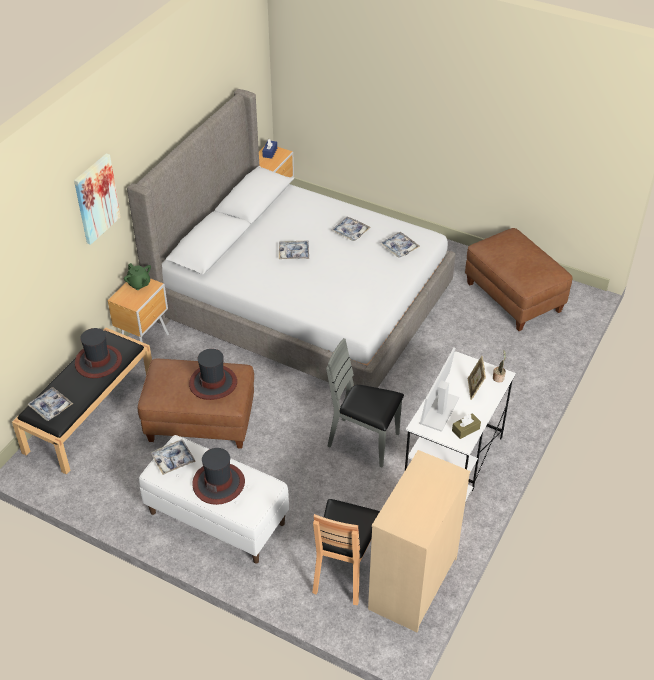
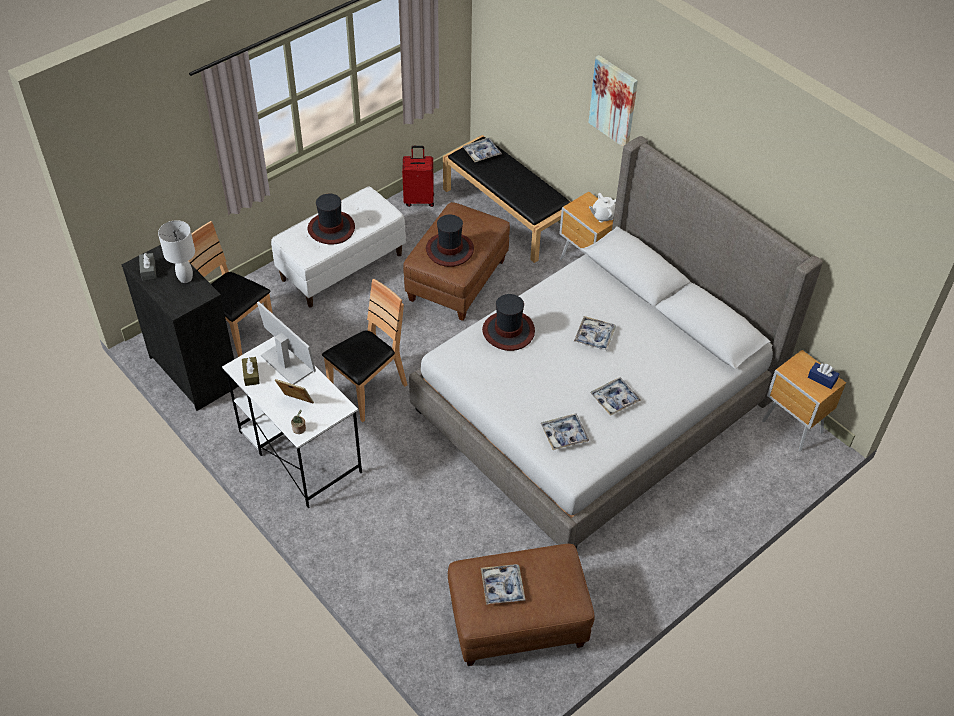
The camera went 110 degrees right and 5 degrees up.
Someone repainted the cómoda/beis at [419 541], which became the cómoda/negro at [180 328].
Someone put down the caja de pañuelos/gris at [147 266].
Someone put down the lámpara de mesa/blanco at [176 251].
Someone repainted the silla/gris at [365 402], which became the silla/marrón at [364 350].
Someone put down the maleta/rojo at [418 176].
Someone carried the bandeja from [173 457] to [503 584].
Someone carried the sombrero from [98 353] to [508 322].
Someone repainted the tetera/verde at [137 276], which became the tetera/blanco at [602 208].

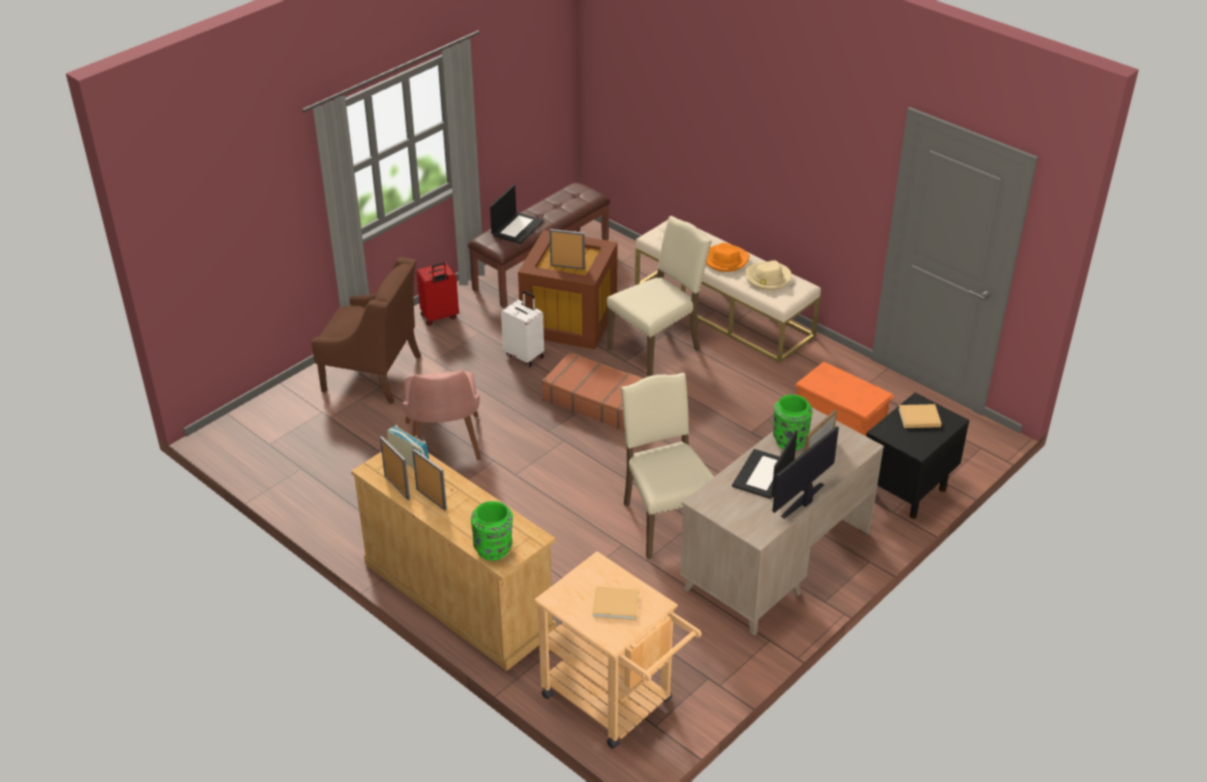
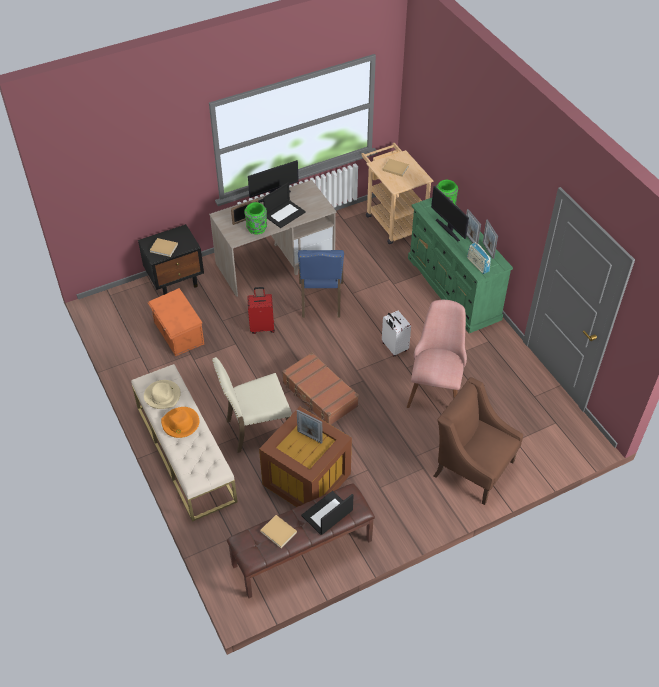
The camera went 160 degrees left and 10 degrees up.
Someone carried the maleta/rojo from [438 294] to [261 310].
Someone put down the libro/beis at [278 531].
Someone repainted the silla/beis at [667 466], which became the silla/azul at [321 284].
Someone carried the maleta/blanco from [522 329] to [396 333].
Someone repainted the cómoda/beis at [453 561], which became the cómoda/verde at [460 265].
Someone put down the monitor at [450 213].

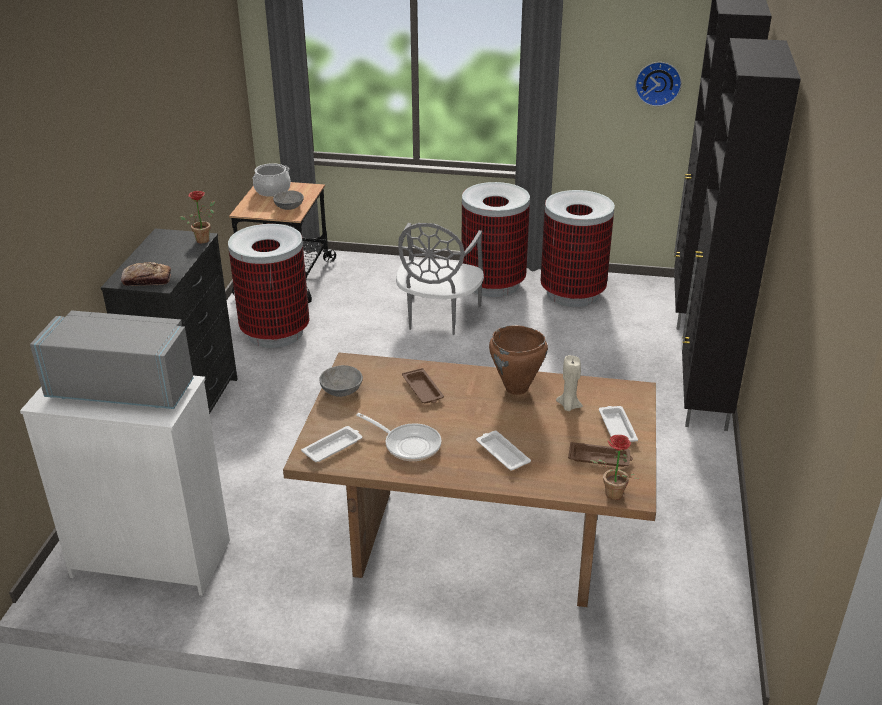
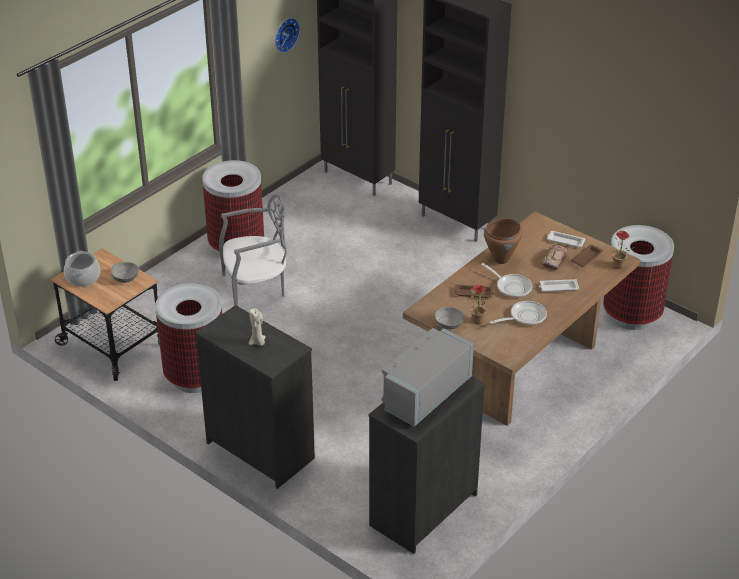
The camera went 60 degrees left and 5 degrees up.
Someone rotated the silla/gris at [440 279] by 60 degrees counterclockwise.
Someone carried the vela/beis from [569 383] to [257 327].
Someone repainted the cómoda/blanco at [125 486], which became the cómoda/negro at [426 465].
Someone carried the planta en maceta from [197 217] to [480 304].
Someone put down the sartén at [506 280].
Someone carried the pan from [146 274] to [555 257].
Someone carried the papelera from [578 248] to [638 277].
Someone took away the bandeja/blanco at [331 444].

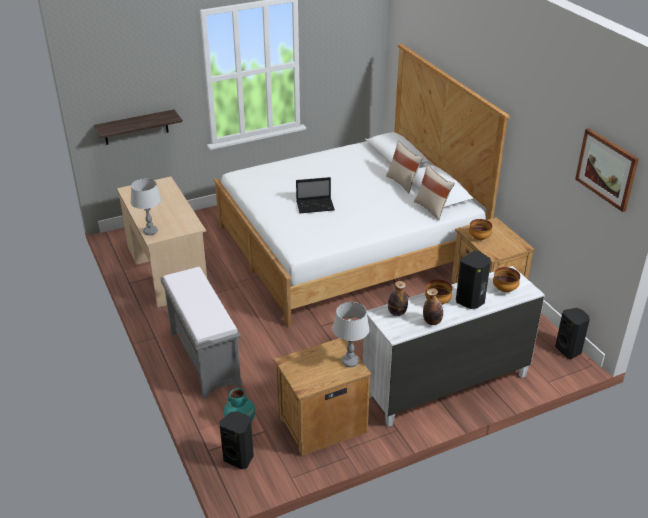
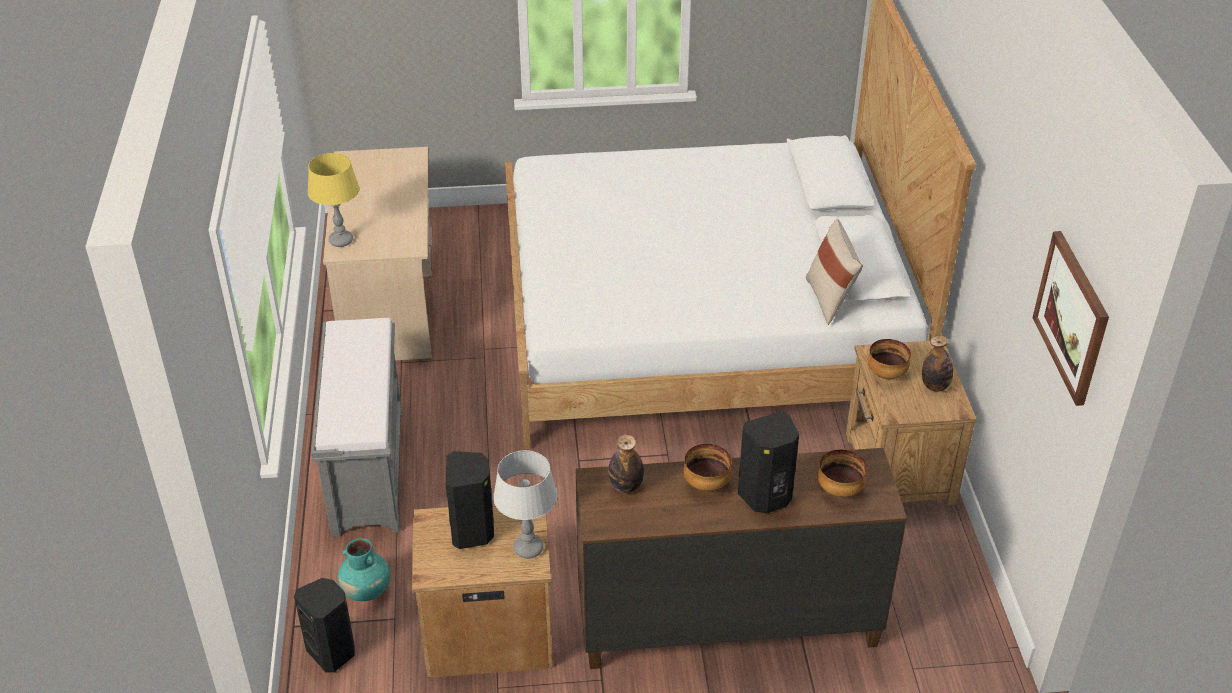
The camera went 20 degrees right and 5 degrees up.
Someone repainted the lámpara de mesa/gris at [146 206], which became the lámpara de mesa/amarillo at [334 200].
Someone carried the altavoz/negro from [572 333] to [470 500].
Someone repainted the cómoda/blanco at [454 346], which became the cómoda/marrón at [741 558].
Someone carried the botella from [433 306] to [937 363].
Someone took away the estante at [138 127].
Someone took away the portátil at [315 195].
Someone took away the cojín/beis at [404 167].

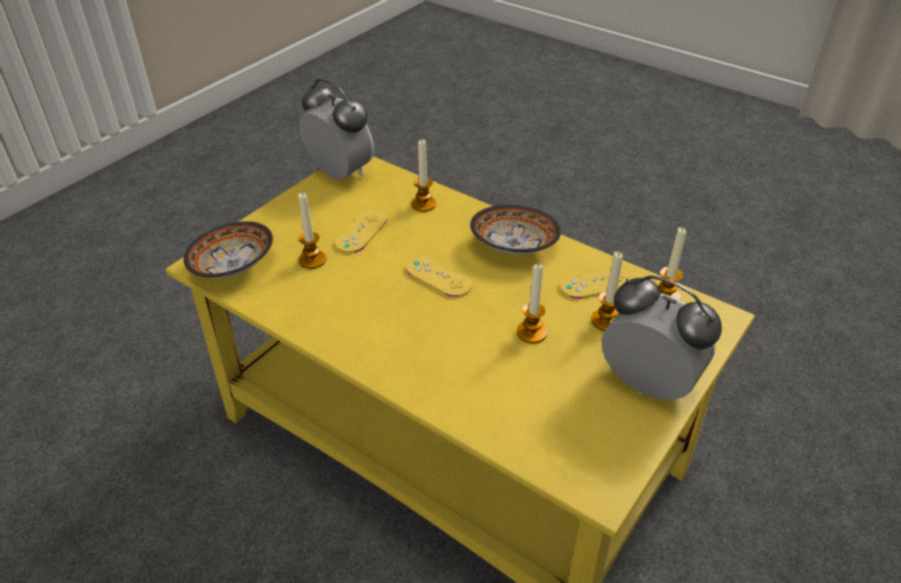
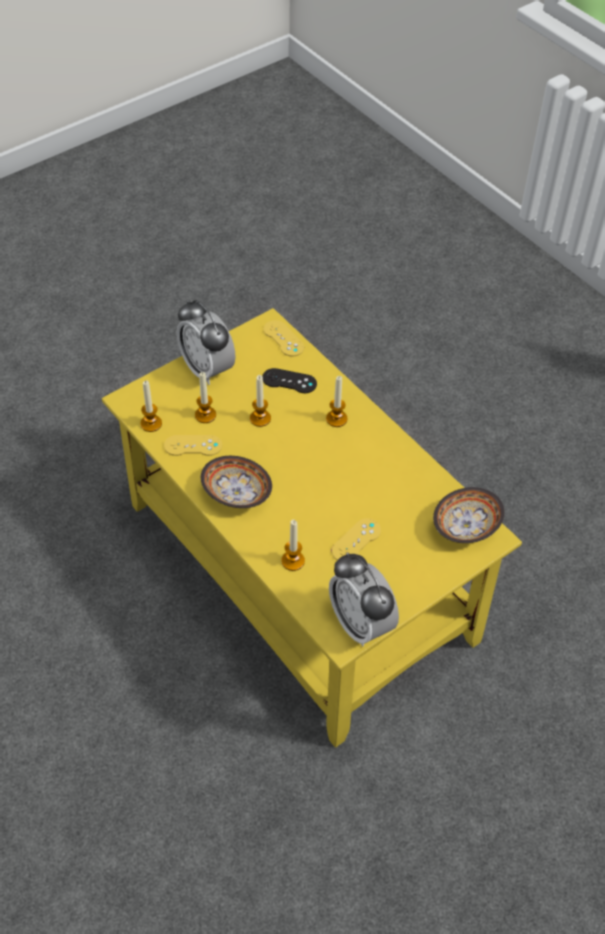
The camera went 165 degrees left and 10 degrees up.
Someone put down the mando de consola/negro at [289 380].
Someone carried the mando de consola/amarillo from [439 276] to [283 338].
Someone carried the vela from [312 230] to [336 401].

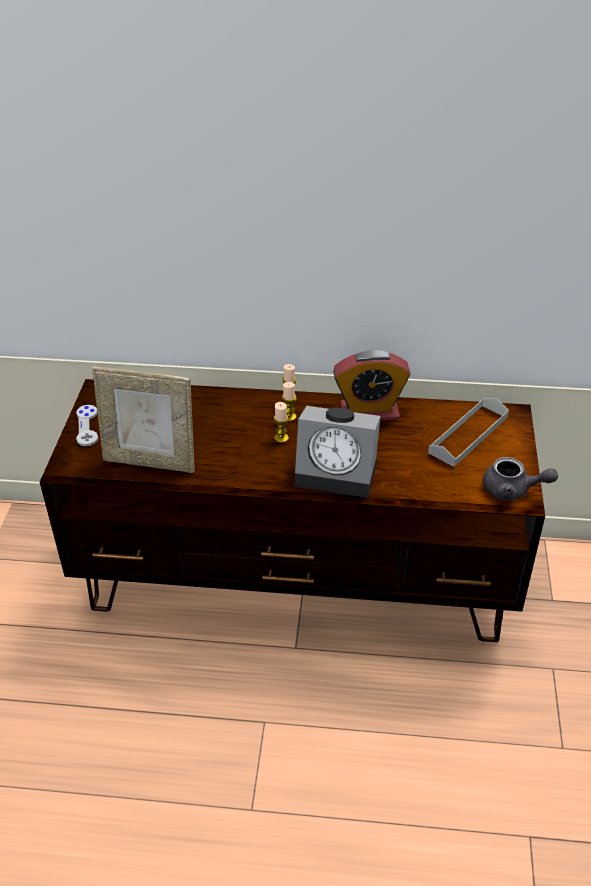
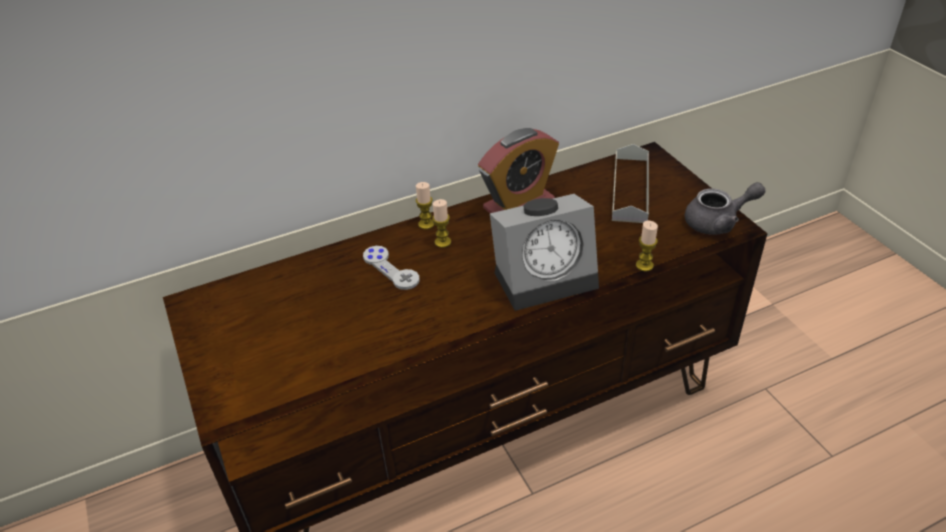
The camera went 30 degrees left and 0 degrees up.
Someone carried the mando de consola/gris from [87 425] to [391 268].
Someone carried the vela from [281 422] to [647 246].
Someone took away the portarretratos at [143 419].

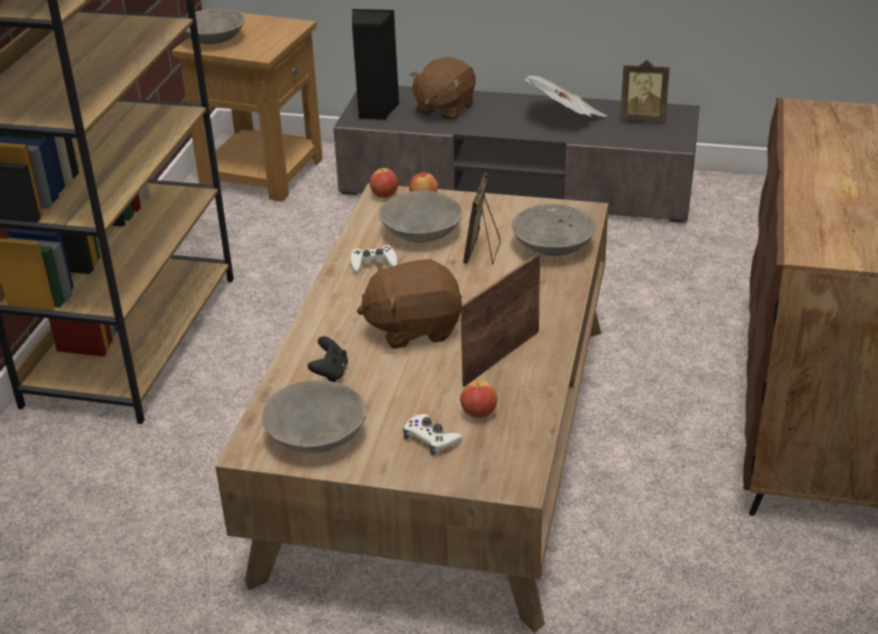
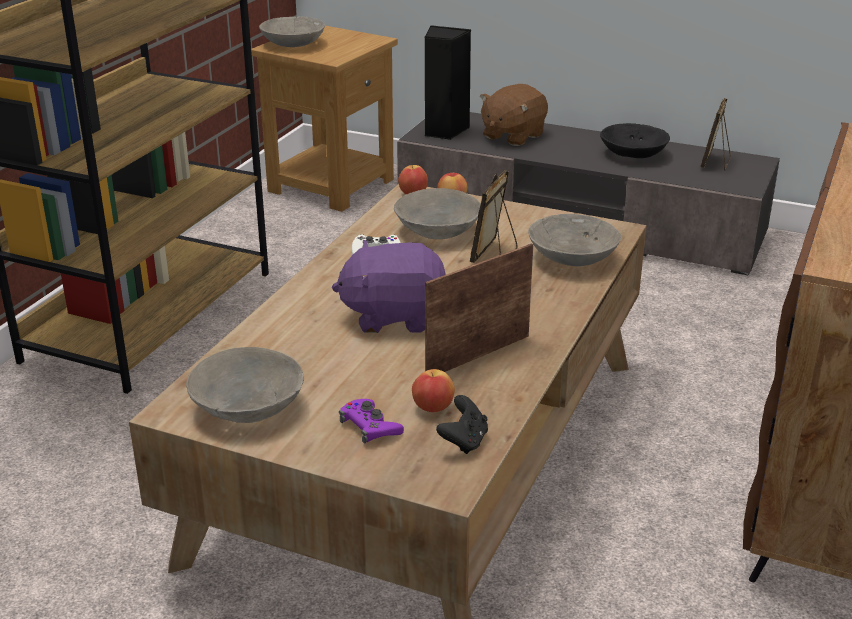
The camera went 10 degrees right and 5 degrees down.
Someone repainted the peluche/marrón at [409 304], which became the peluche/morado at [389 286].
Someone repainted the mando de consola/blanco at [432 435], which became the mando de consola/morado at [371 421].
Someone carried the mando de consola/negro from [328 359] to [462 424].
Someone swapped the periódico at [565 96] for the cuenco/negro at [635 140].
Someone rotated the portarretratos at [645 91] by 90 degrees clockwise.

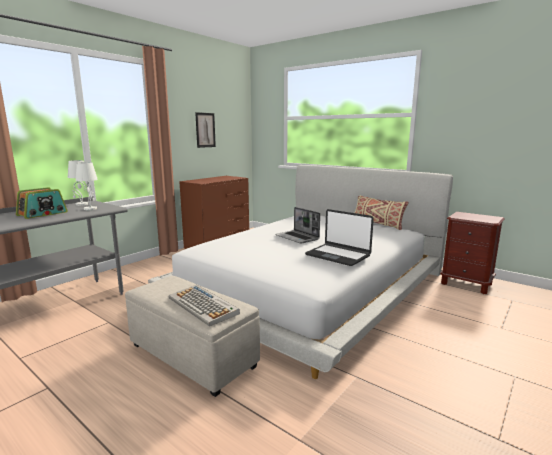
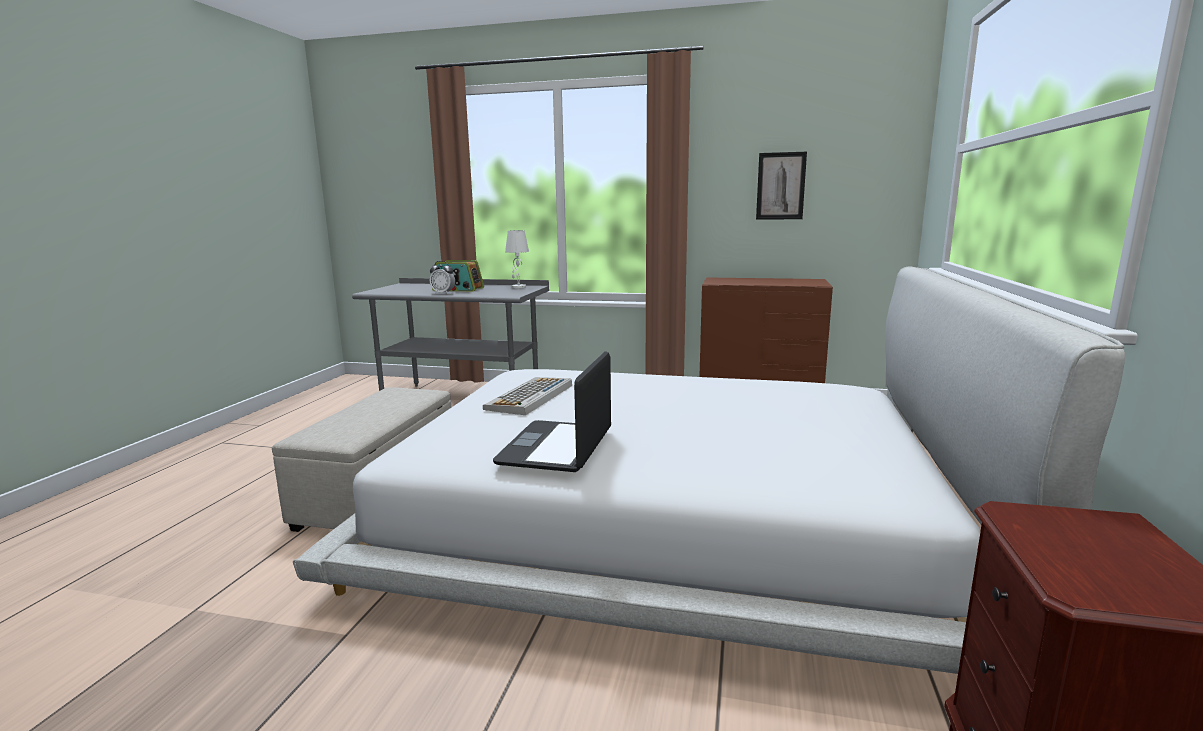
The camera went 65 degrees right and 0 degrees up.
Someone put down the despertador at [442 277].
Someone carried the teclado from [204 305] to [527 396].
Someone took away the lámpara de mesa/blanco at [87 186].
Someone took away the portátil at [297 225].
Someone took away the cojín/beis at [382 212].

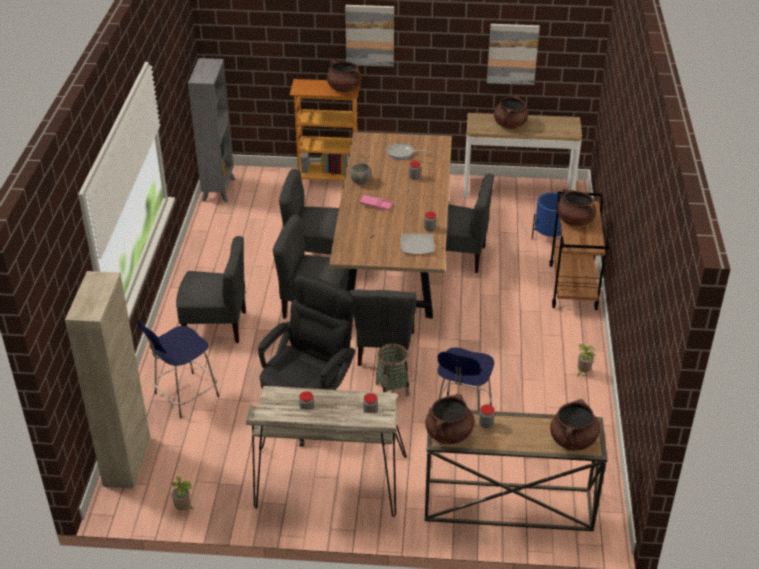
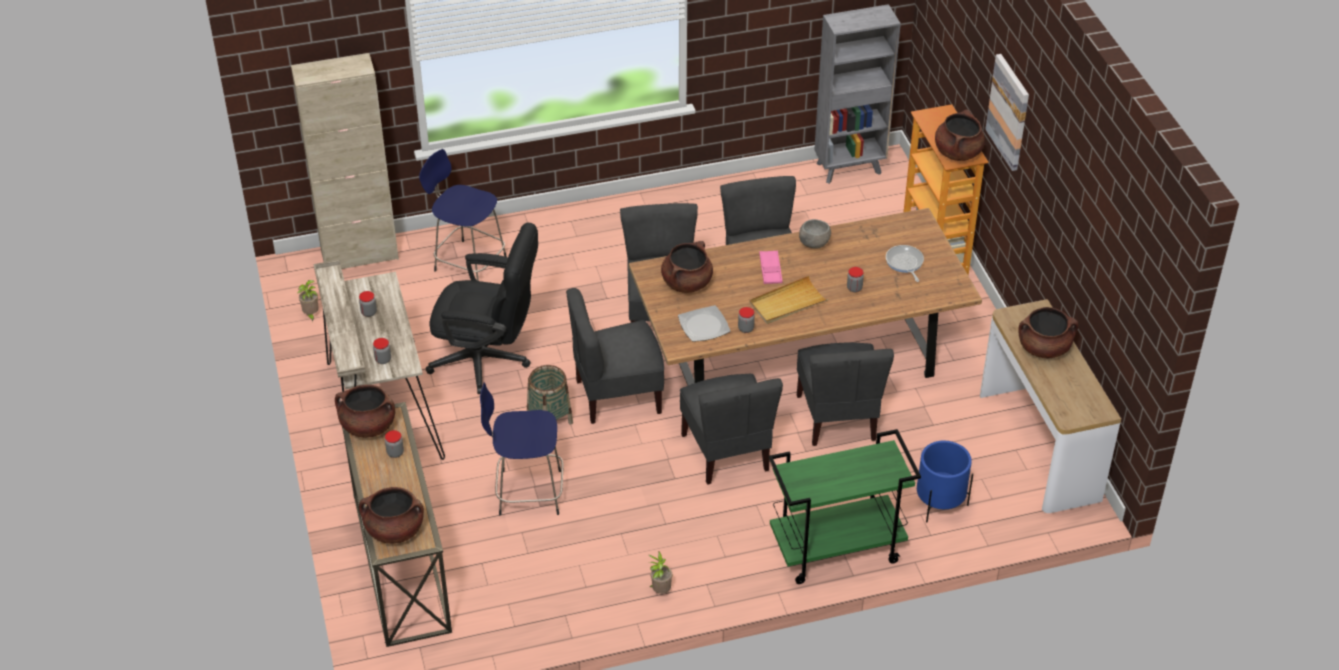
The camera went 70 degrees right and 5 degrees up.
Someone carried the olla/marrón from [576 207] to [687 267].
Someone carried the silla/gris from [211 289] to [731 429].
Someone put down the bandeja/beis at [789 300].
Someone repainted the carrito/marrón at [579 251], which became the carrito/verde at [845 506].
Someone took away the cuadro at [513 54].

